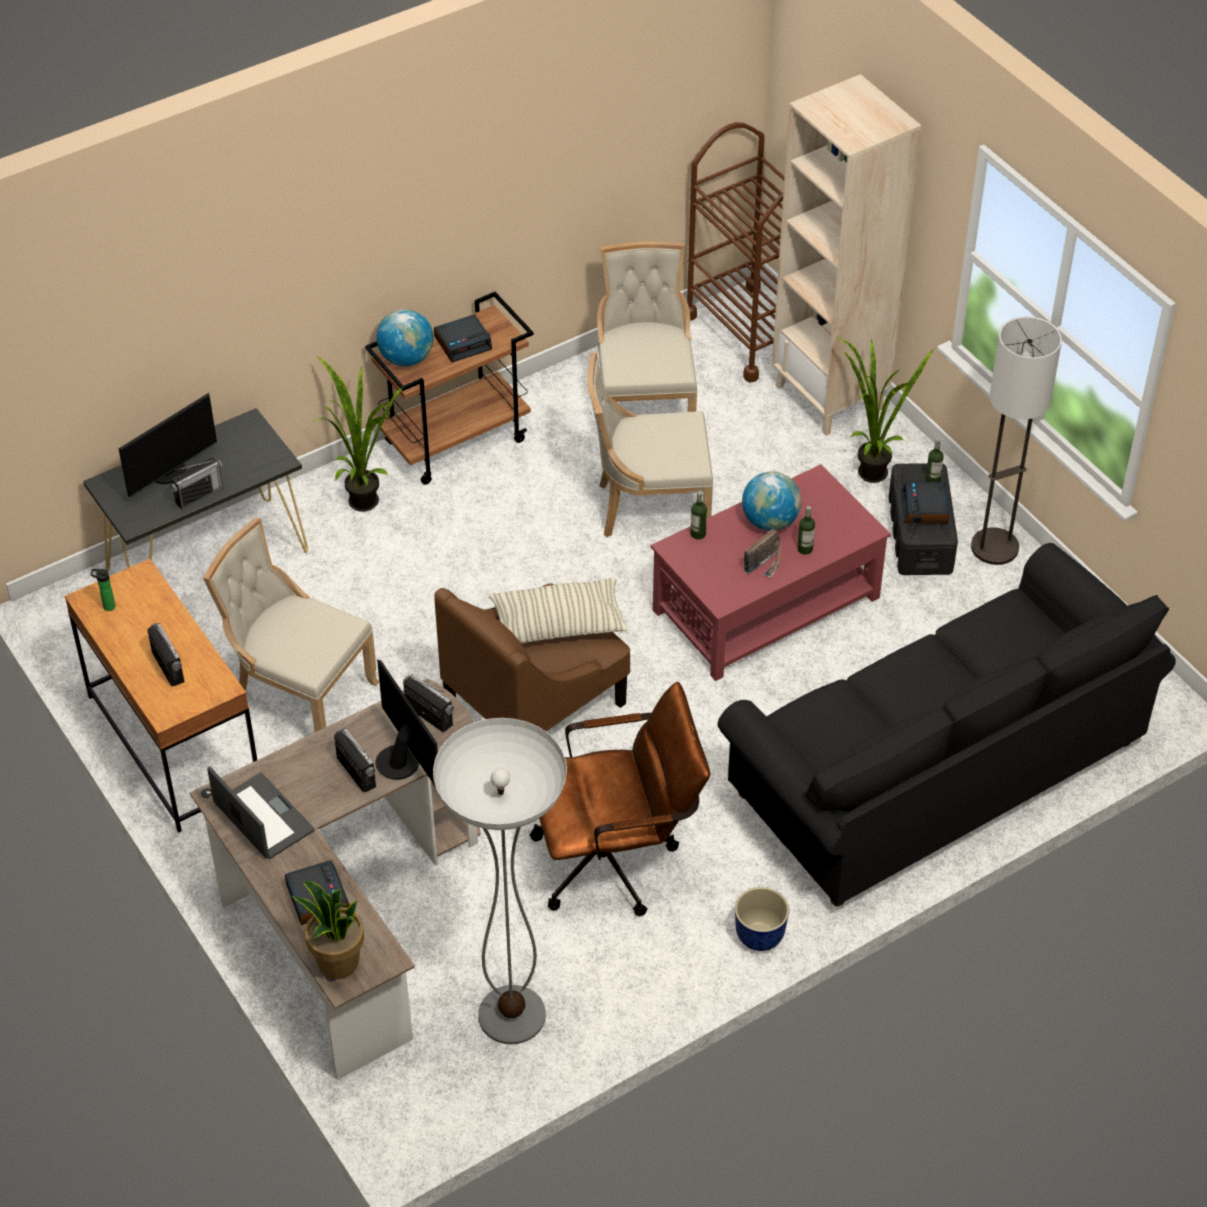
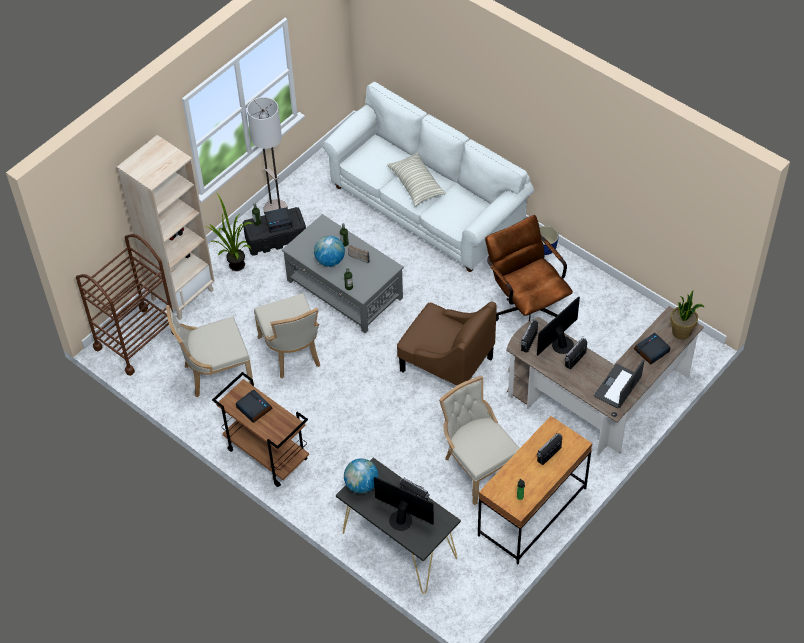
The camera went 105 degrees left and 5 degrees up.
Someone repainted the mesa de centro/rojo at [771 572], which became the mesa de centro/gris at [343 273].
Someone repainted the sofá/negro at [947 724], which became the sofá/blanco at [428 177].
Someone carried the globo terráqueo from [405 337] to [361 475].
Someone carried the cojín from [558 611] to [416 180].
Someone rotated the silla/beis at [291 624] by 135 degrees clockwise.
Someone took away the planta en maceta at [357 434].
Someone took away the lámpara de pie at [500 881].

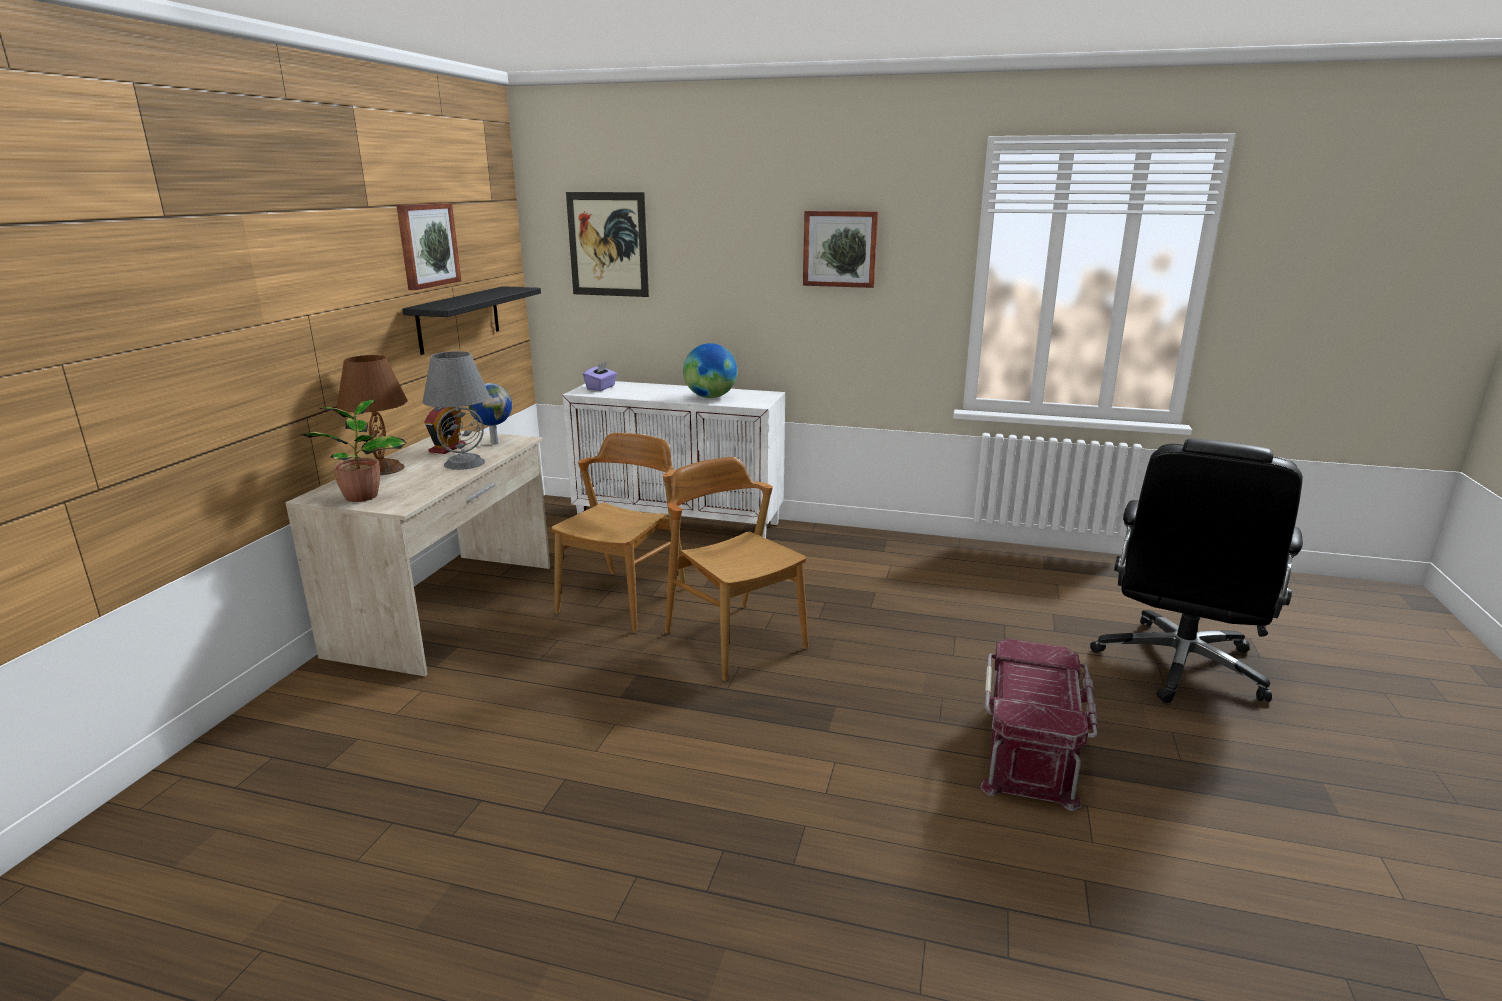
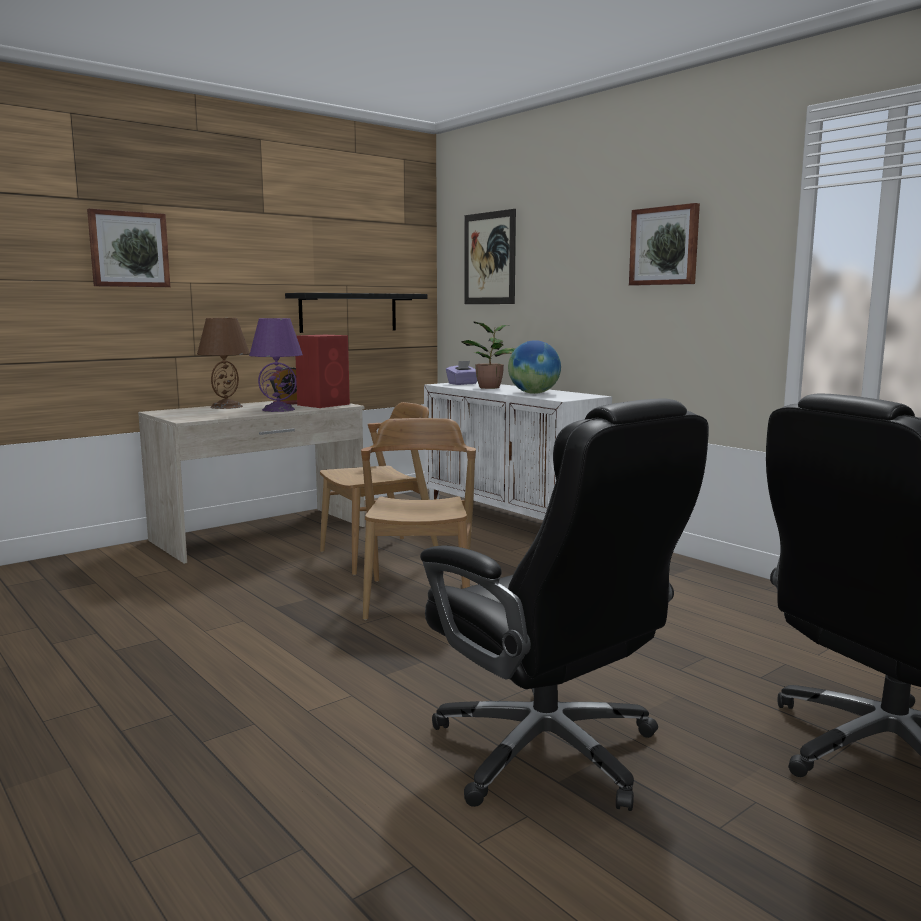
The camera went 35 degrees right and 10 degrees down.
Someone carried the cuadro from [428 246] to [128 247].
Someone repainted the lámpara de mesa/gris at [456 410], which became the lámpara de mesa/morado at [276 365].
Someone swapped the globo terráqueo at [490 414] for the altavoz/rojo at [322 371].
Someone swapped the caja de almacenaje/rojo at [1039 725] for the silla de oficina/negro at [564 605].
Someone carried the planta en maceta from [354 450] to [488 355].

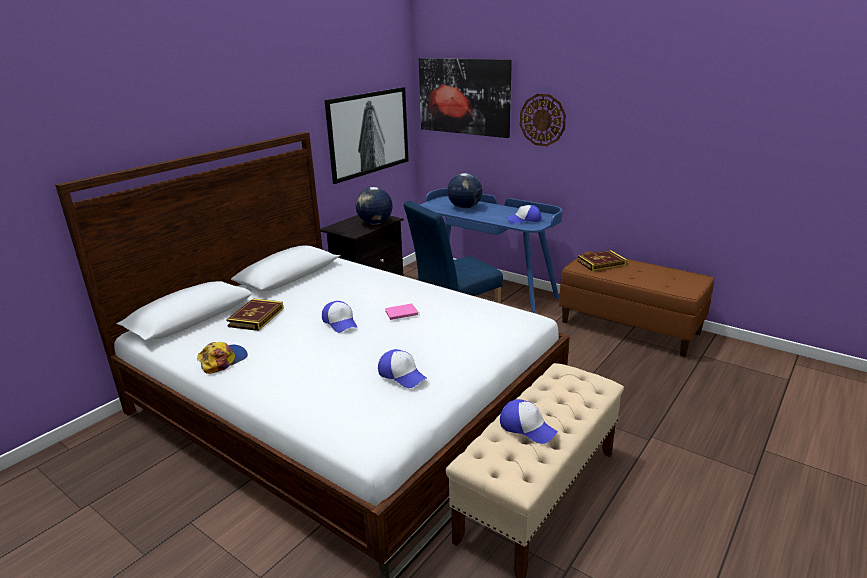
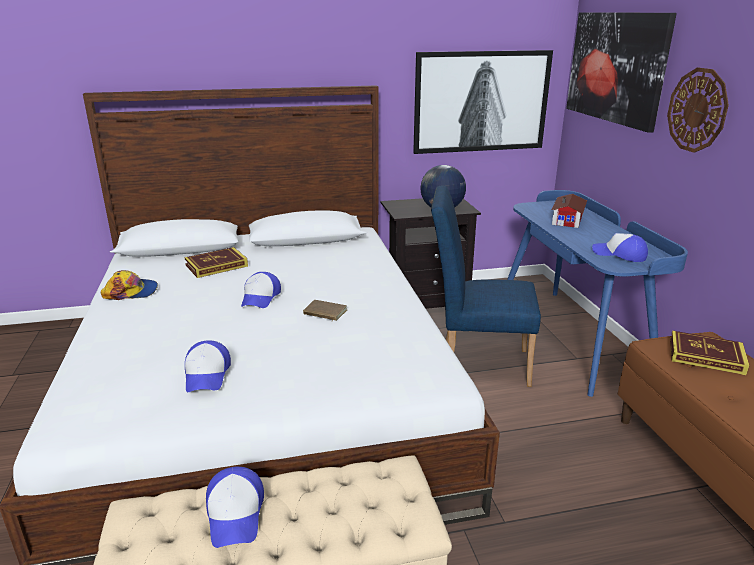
The camera went 40 degrees right and 0 degrees up.
Someone repainted the libro/rosa at [402 312], which became the libro/marrón at [325 310].
Someone swapped the globo terráqueo at [464 191] for the casita at [569 211].

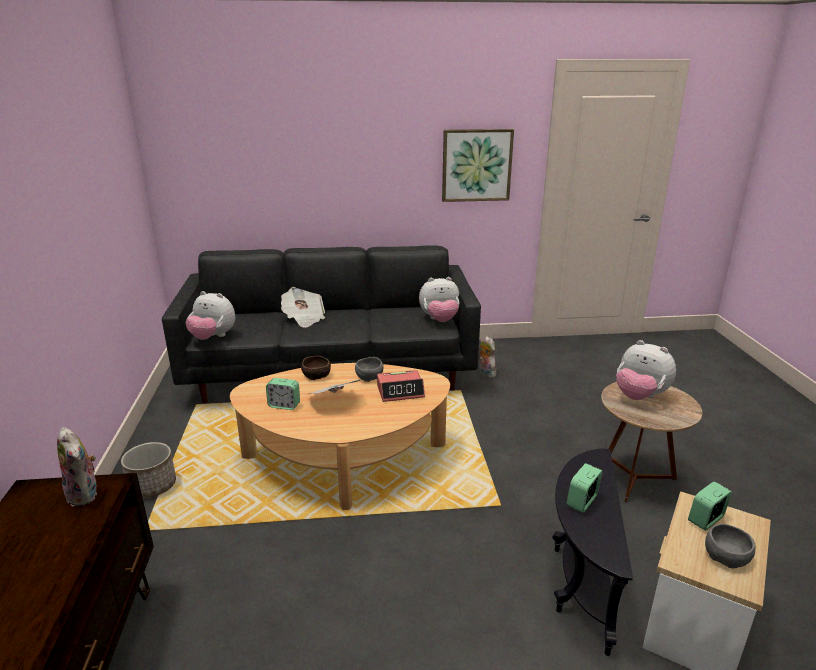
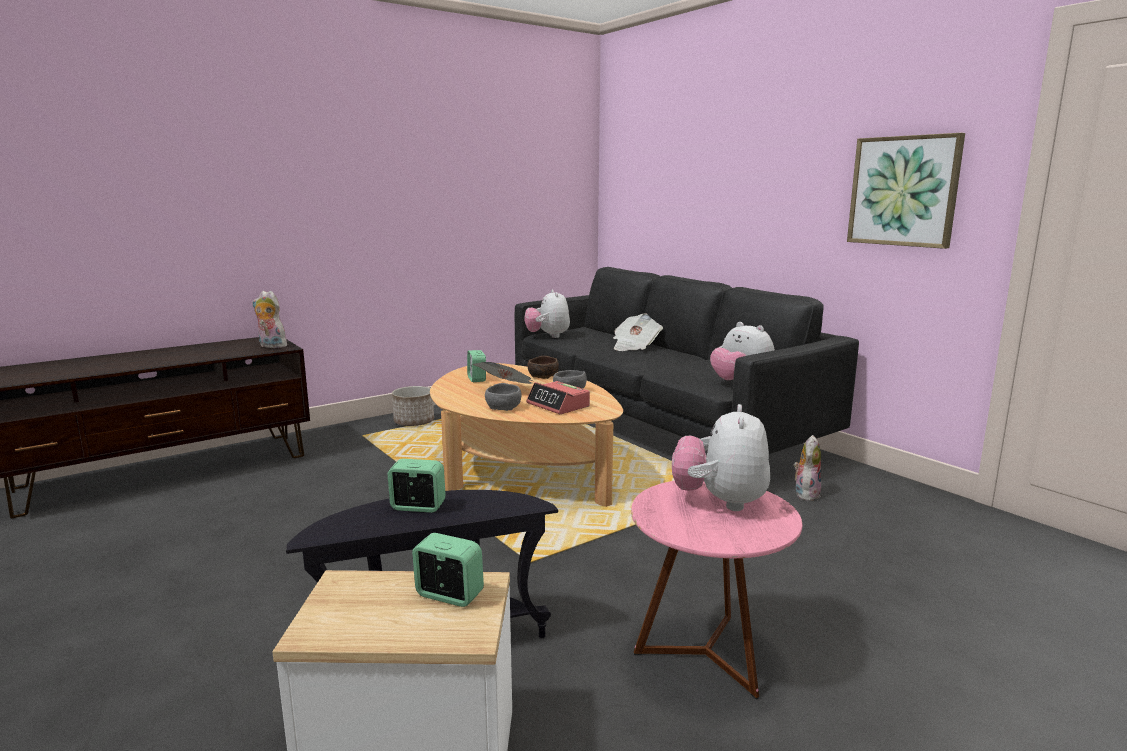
The camera went 60 degrees right and 10 degrees down.
Someone rotated the peluche at [77 467] by 90 degrees clockwise.
Someone carried the cuenco/gris from [730 545] to [503 397].
Someone repainted the mesa auxiliar/marrón at [651 442], which became the mesa auxiliar/rosa at [716 590].

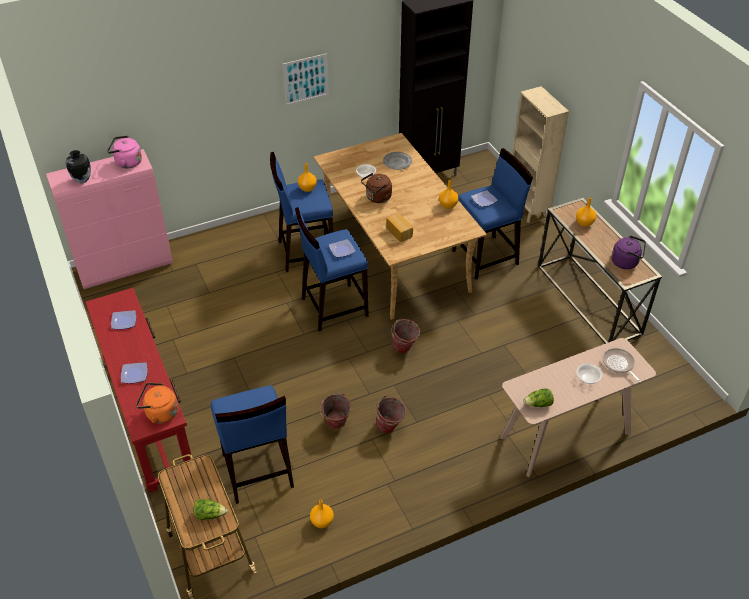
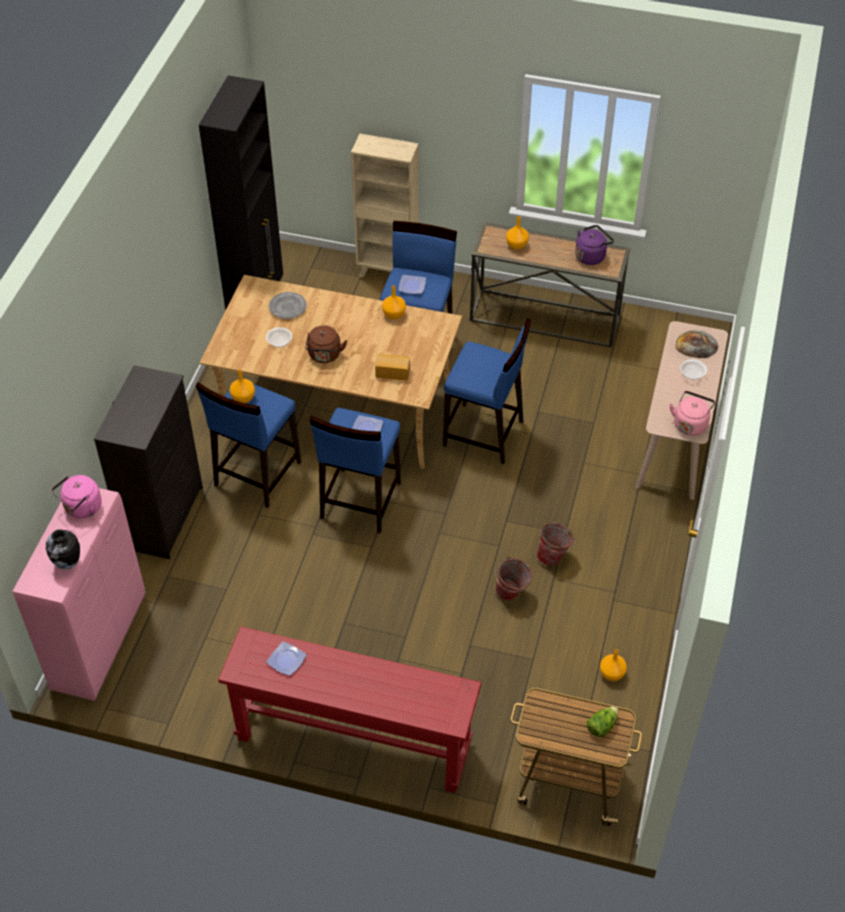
The camera went 50 degrees left and 5 degrees up.
Someone put down the cómoda/negro at [148 462].
Someone carried the taburete/azul from [252 444] to [487 391].
Someone swapped the lechuga at [538 397] for the hervidor/rosa at [692 413].
Someone swapped the sartén at [622 365] for the pan at [697 344].
Someone took away the plato at [134 372].
Someone took away the hervidor/naranja at [157 403].
Someone took away the cuadro at [306 79].
Someone took away the cubo at [405 335].

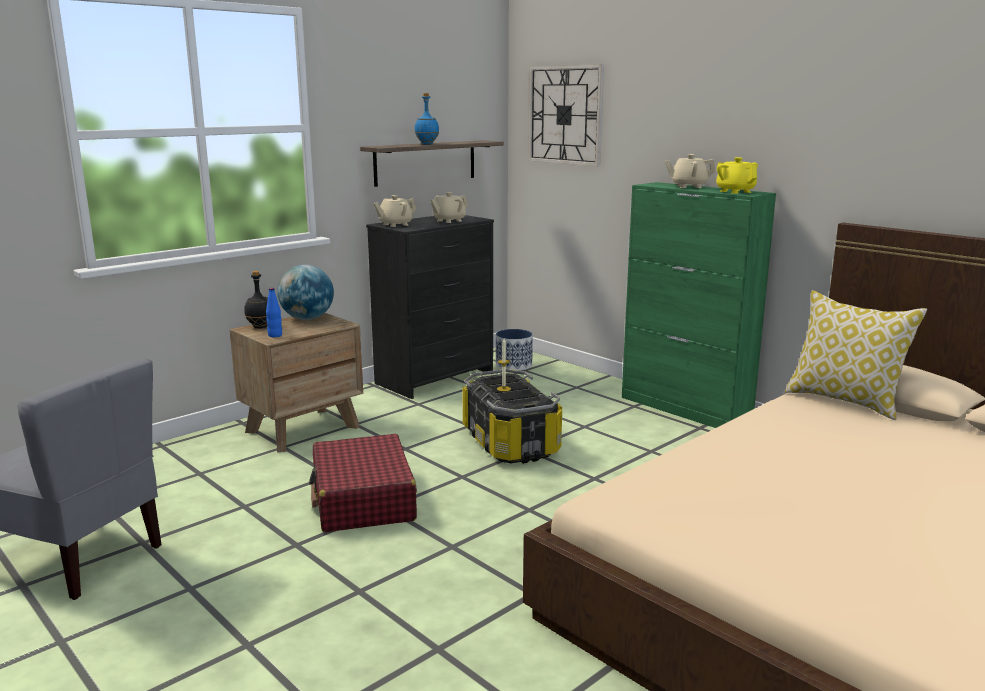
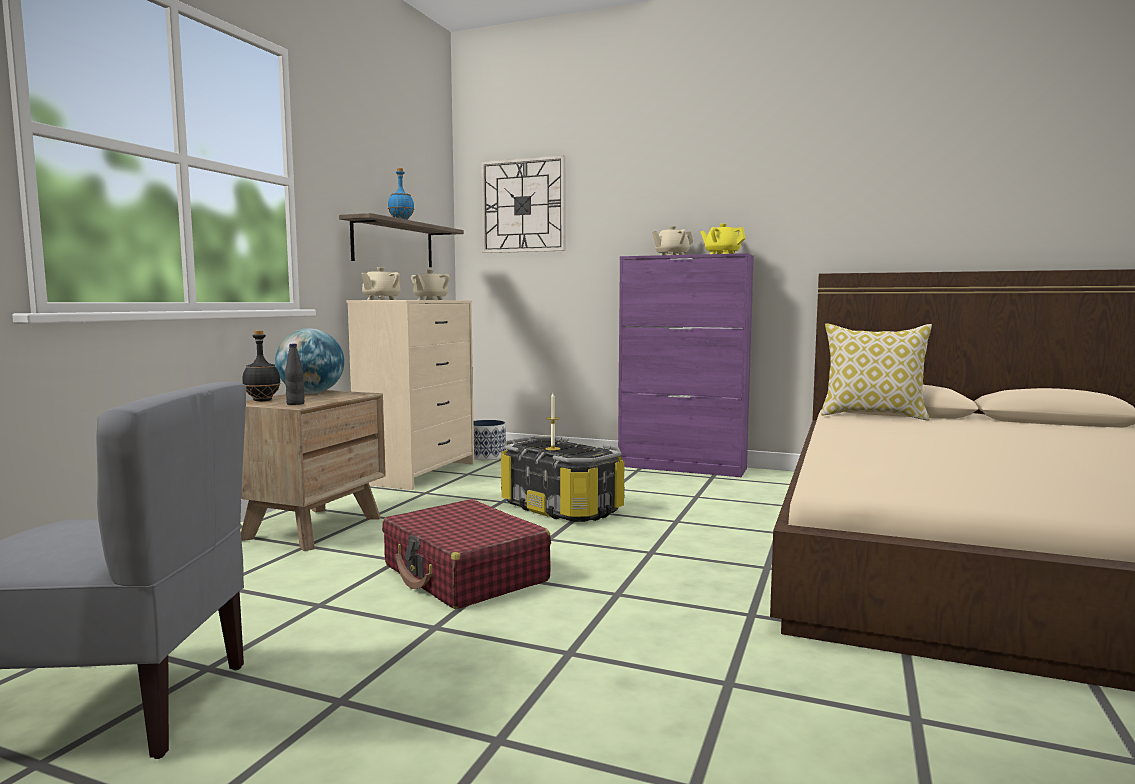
The camera went 25 degrees left and 10 degrees down.
Someone repainted the botella/azul at [274 312], which became the botella/negro at [295 374].
Someone repainted the cómoda/negro at [430 307], which became the cómoda/beis at [410 395].
Someone repainted the armario/verde at [699 305], which became the armario/morado at [686 365].

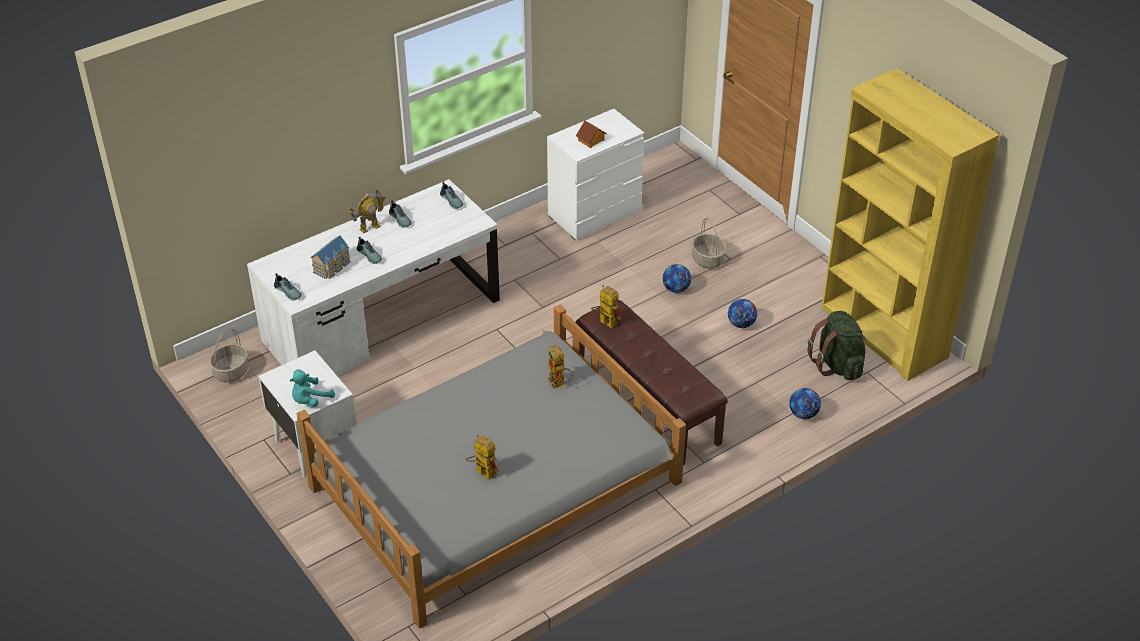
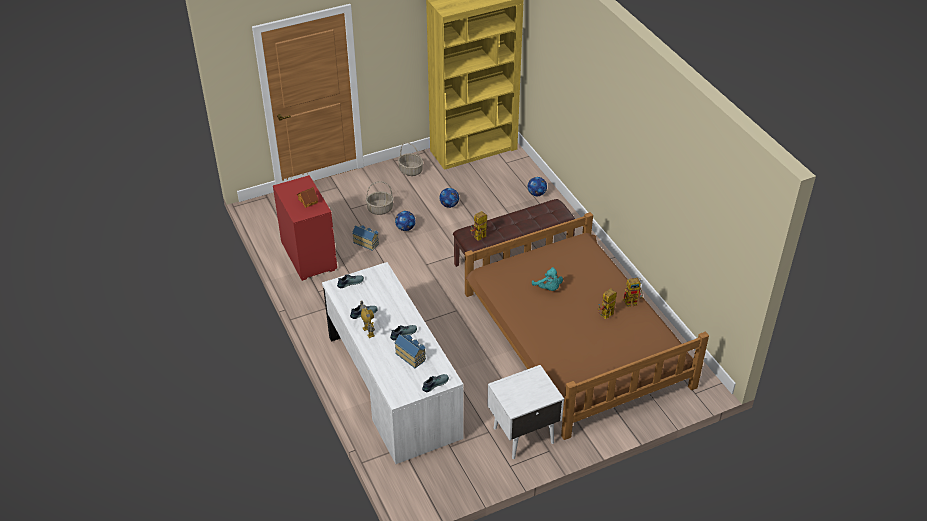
The camera went 80 degrees left and 0 degrees up.
Someone repainted the cómoda/blanco at [595 174], which became the cómoda/rojo at [305 228].
Someone put down the casita at [365 238].
Someone carried the cesta from [229 355] to [410 159].
Someone repainted the cama/gris at [491 466], which became the cama/marrón at [587 326].
Someone carried the peluche/turquesa from [312 388] to [547 279].
Someone carried the robot de juguete from [560 367] to [632 292].
Someone took away the mochila/verde at [836 345].

